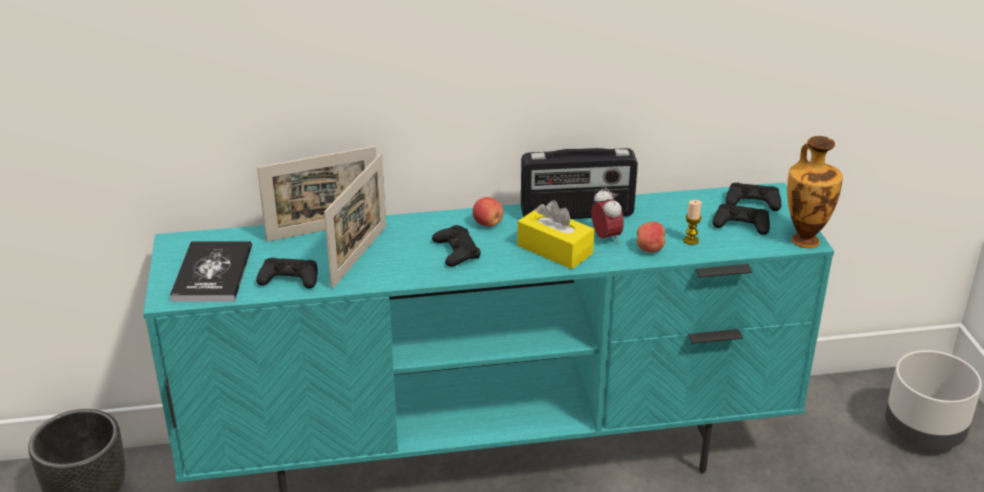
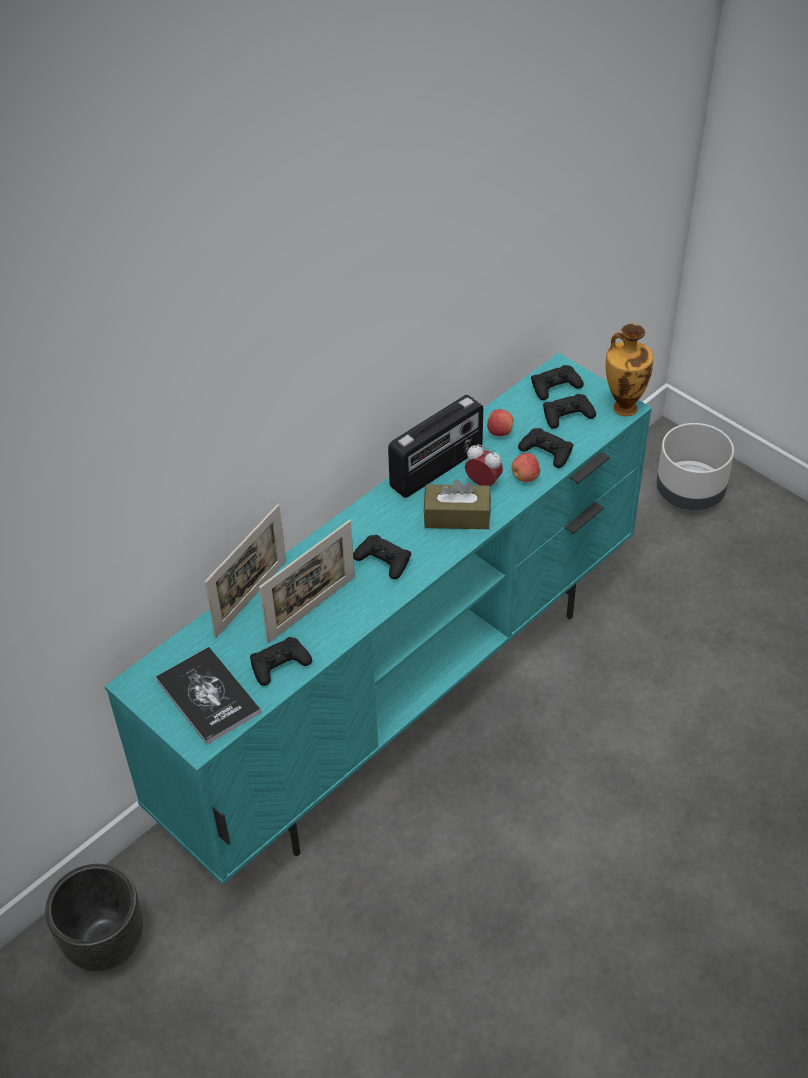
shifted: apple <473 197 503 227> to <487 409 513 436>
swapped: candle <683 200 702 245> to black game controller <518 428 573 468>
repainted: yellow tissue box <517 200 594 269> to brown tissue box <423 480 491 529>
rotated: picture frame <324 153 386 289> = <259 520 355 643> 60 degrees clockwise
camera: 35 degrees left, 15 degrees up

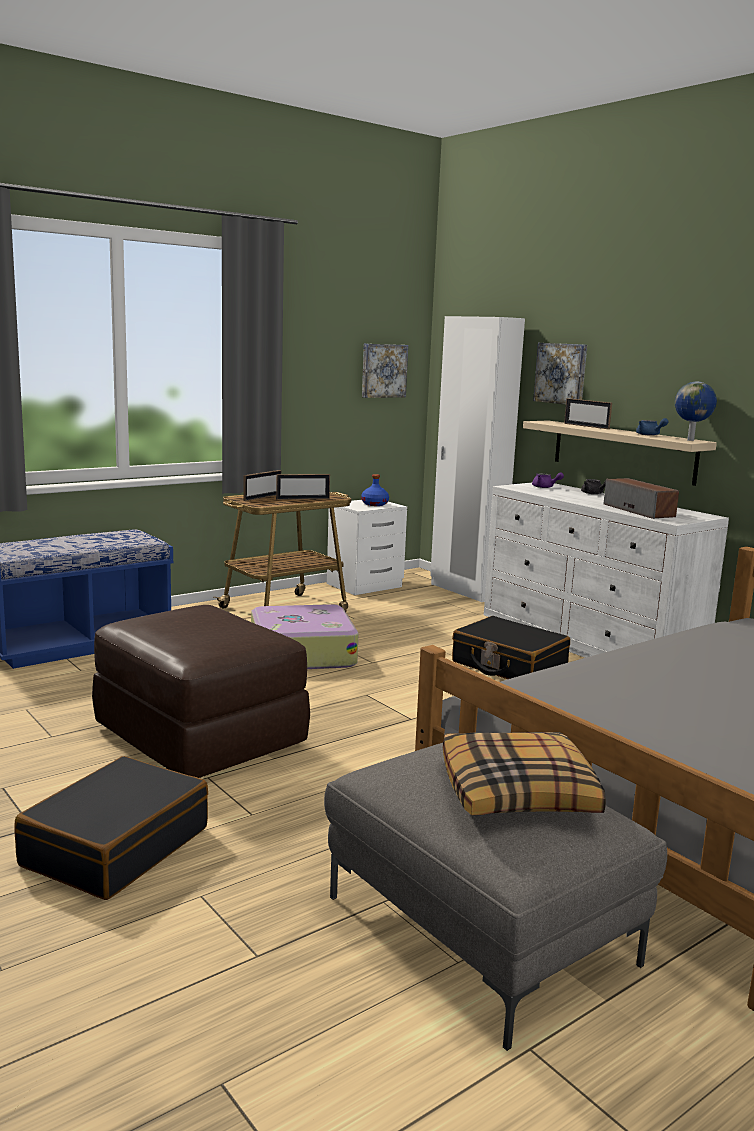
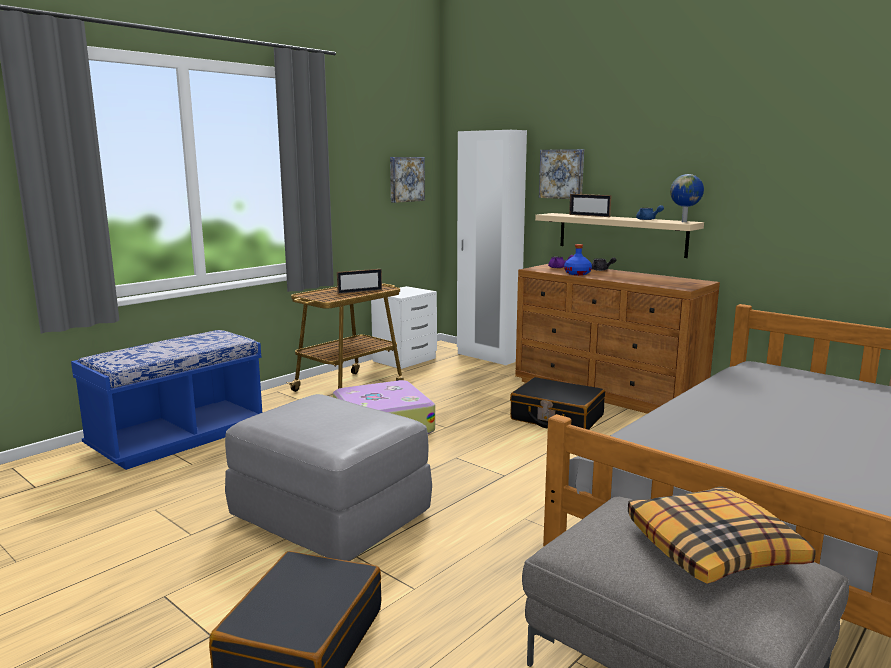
gone: picture frame <243 470 281 501>; speaker <604 478 679 519>
shifted: blue bottle <361 474 389 506> to <564 244 592 275>
repainted: white dresser <484 483 729 658> to brown dresser <515 264 720 414>; brown ottoman <92 605 310 778> to grey ottoman <225 394 432 561>
camera: 10 degrees left, 0 degrees up

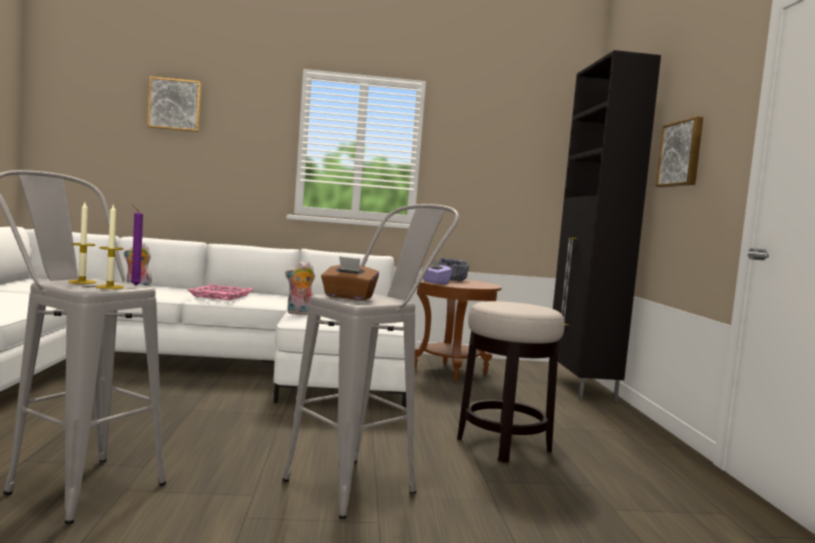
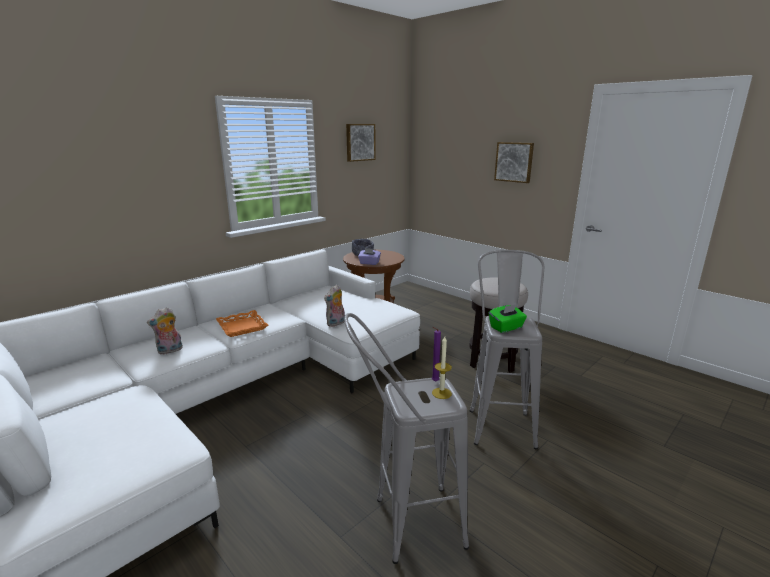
gone: black cabinet <553 50 661 402>; candle <68 202 96 284>
shifted: picture <147 76 202 132> to <346 124 376 162>
repainted: brown tissue box <321 256 379 300> to green tissue box <489 304 527 333>; pink tray <188 284 253 300> to orange tray <216 310 268 337>
camera: 40 degrees left, 15 degrees up

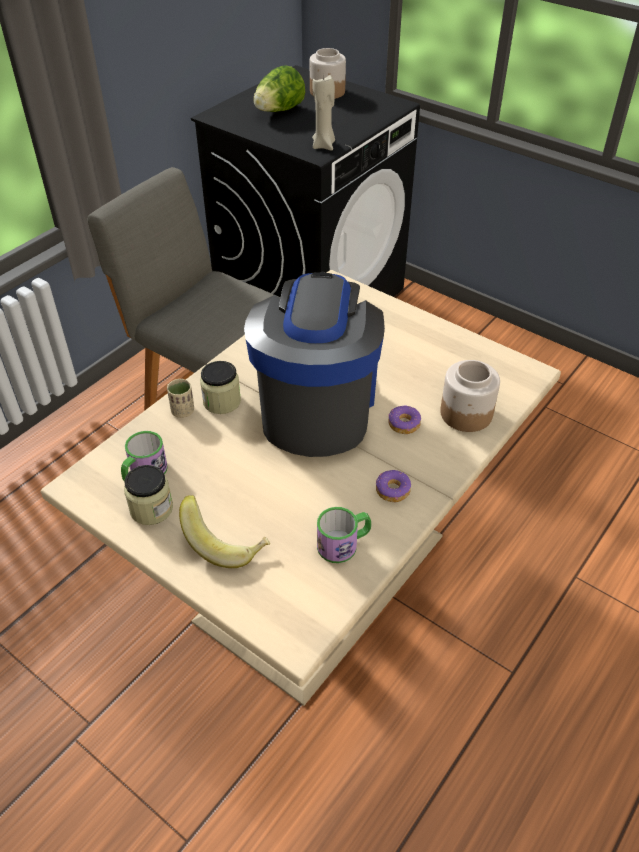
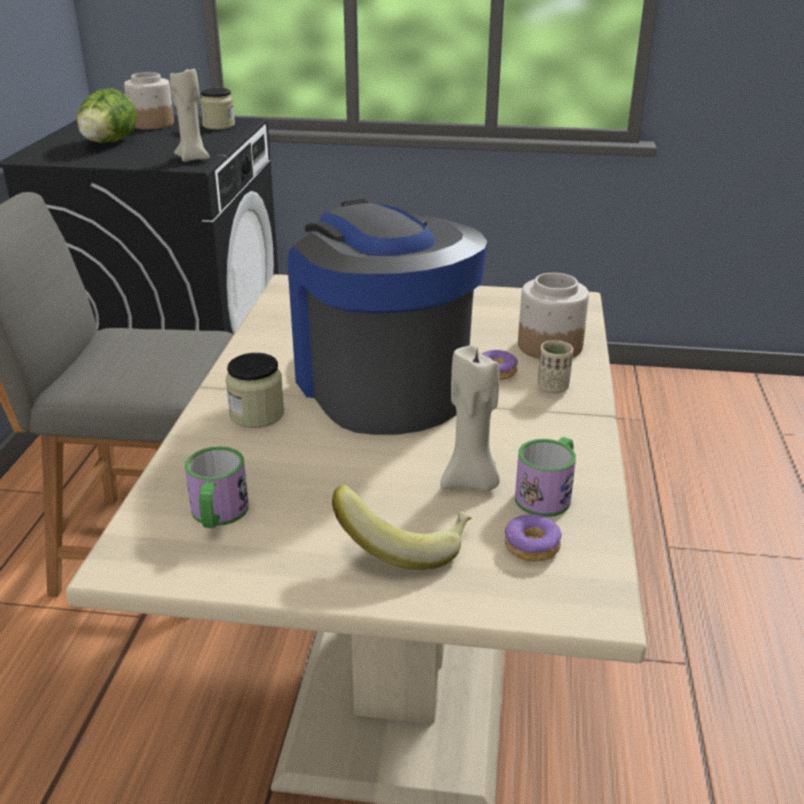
new: beige candle <440 345 500 491>
shifted: beige cup <167 379 194 418> to <537 340 573 394>; jar <124 465 173 525> to <200 88 235 130>; donut <376 470 411 502> to <505 514 562 562>
camera: 30 degrees left, 15 degrees down

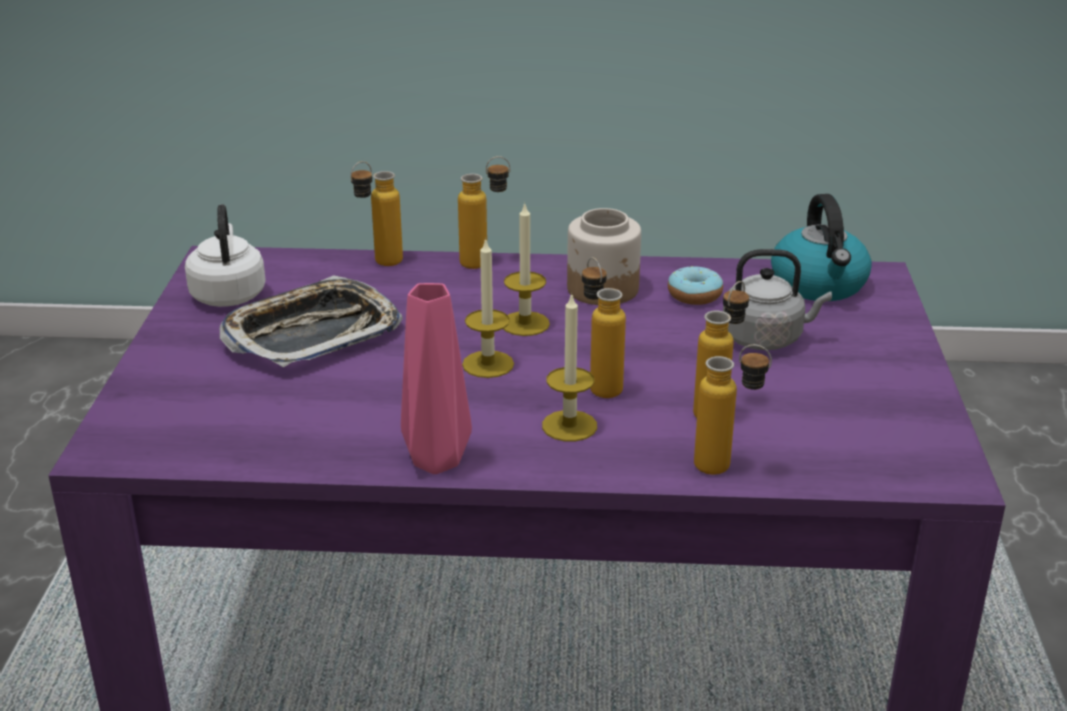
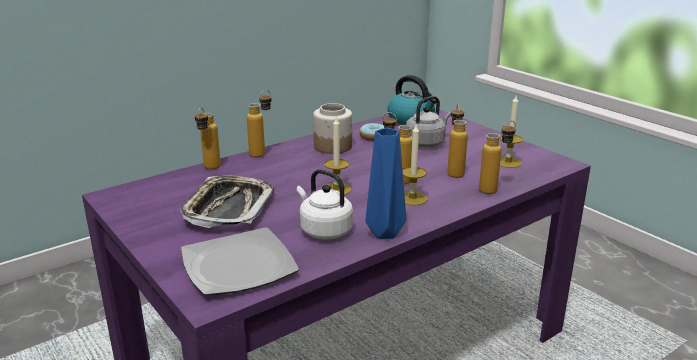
new: plate <181 227 299 296>
shifted: white kettle <185 204 266 307> to <297 169 353 239>; candle <504 204 550 336> to <500 96 523 168>
repainted: pink vase <401 283 472 474> to blue vase <366 128 406 239>
camera: 40 degrees left, 5 degrees down

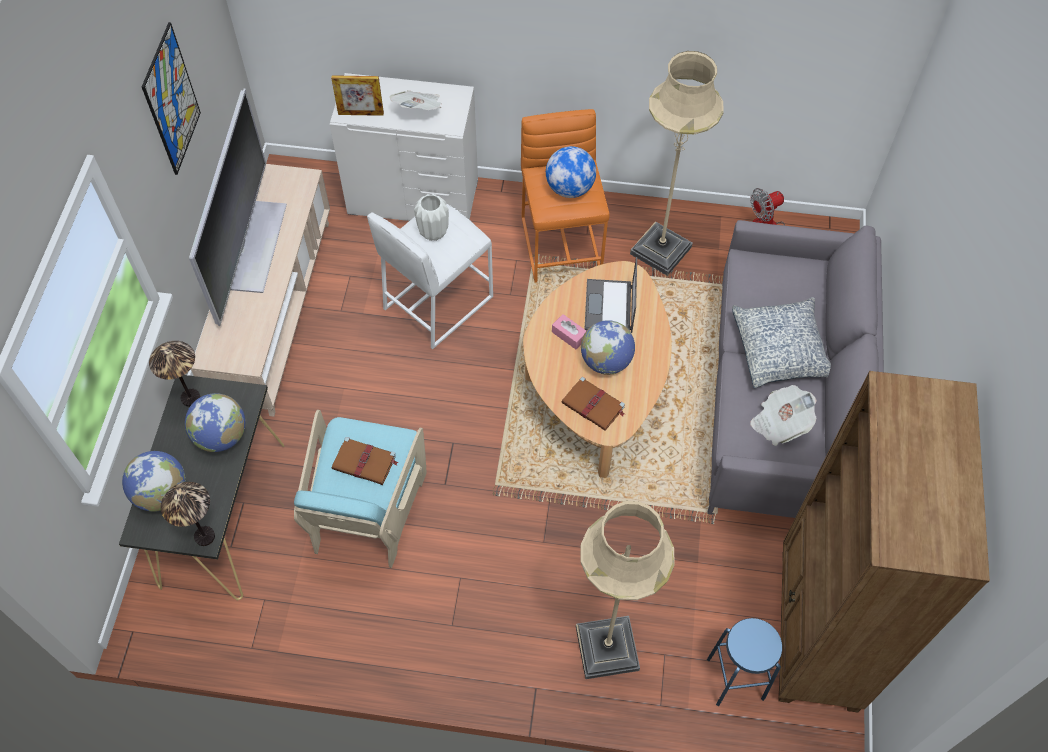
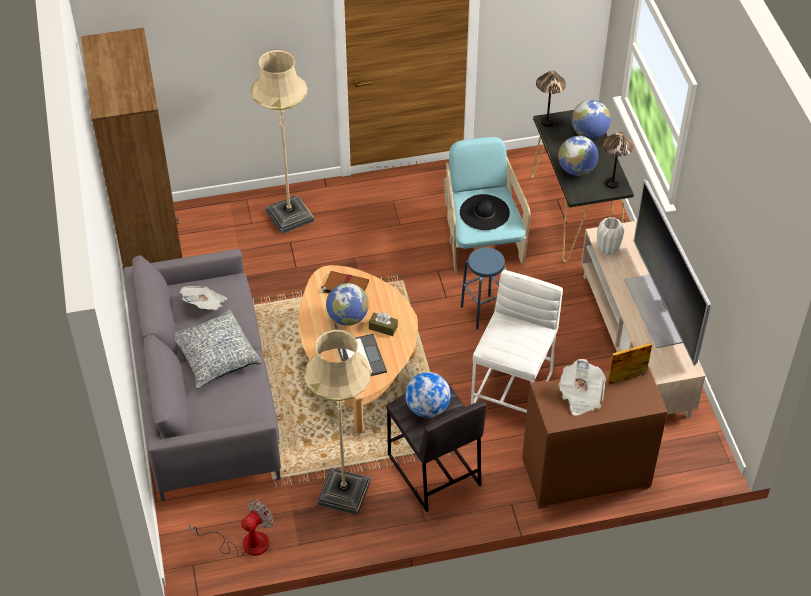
gone: picture <142 22 201 175>
shifted: white vase <414 194 449 241> to <597 217 624 255>; blue stool <707 618 782 706> to <461 247 506 329>
swapped: brown book <332 437 399 485> to black hat <460 194 510 230>
repainted: white dresser <330 73 478 221> to brown dresser <522 366 667 509>; orange stool <521 109 610 283> to grey stool <386 379 487 512>; pink tissue box <552 314 586 349> to brown tissue box <369 313 398 336>
camera: 160 degrees right, 10 degrees down

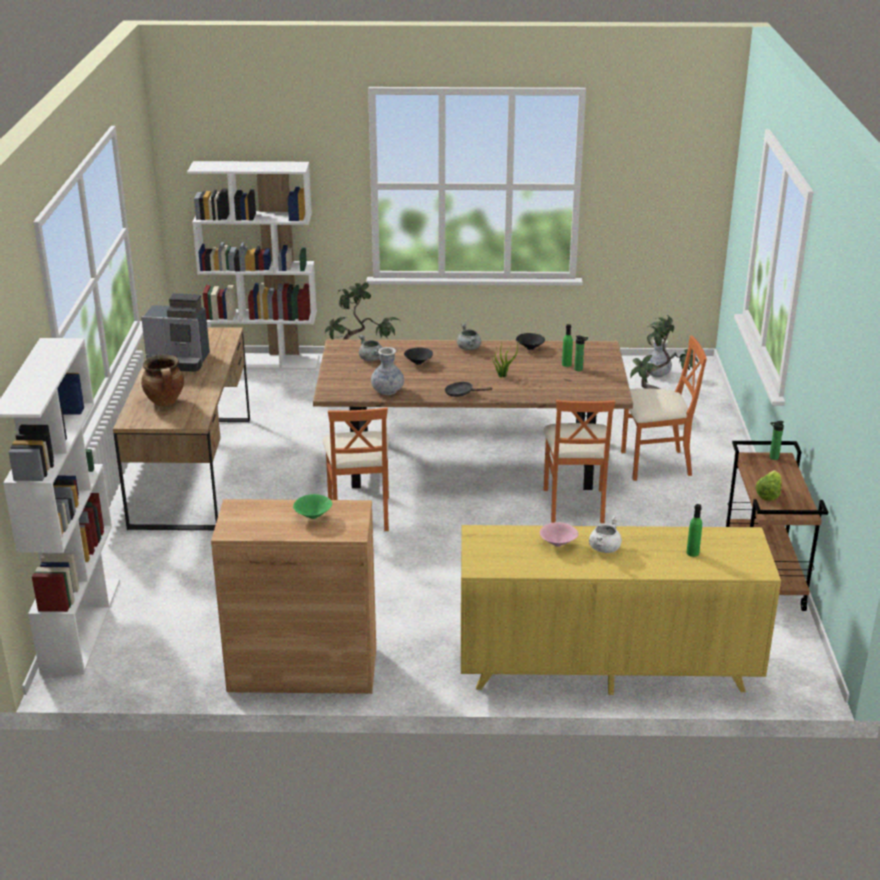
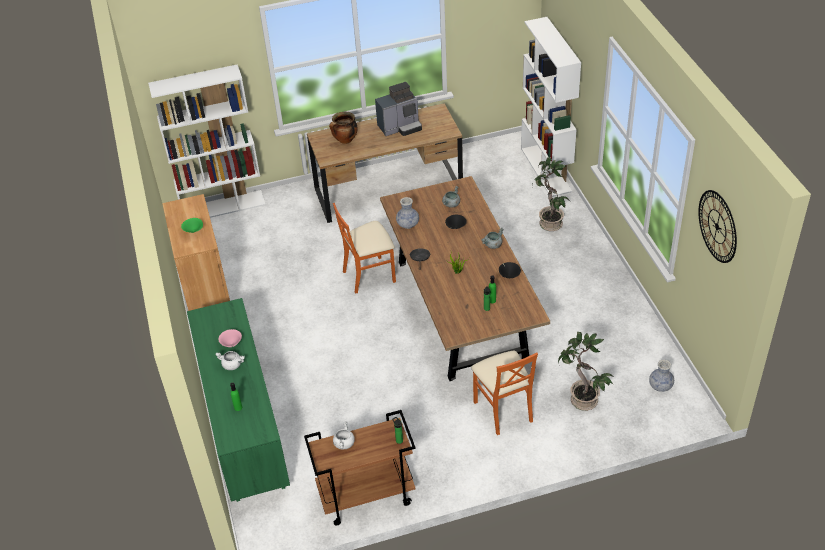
gone: orange chair <544 400 615 523>
new: wall clock <699 190 737 263>
swapped: lettuce <756 470 782 501> to white cooking pot <333 421 355 449>
repainted: yellow dresser <461 525 781 695> to green dresser <187 298 290 502>
rotated: coffee machine <141 293 210 372> = <375 82 422 136> 105 degrees counterclockwise
camera: 75 degrees right, 15 degrees up

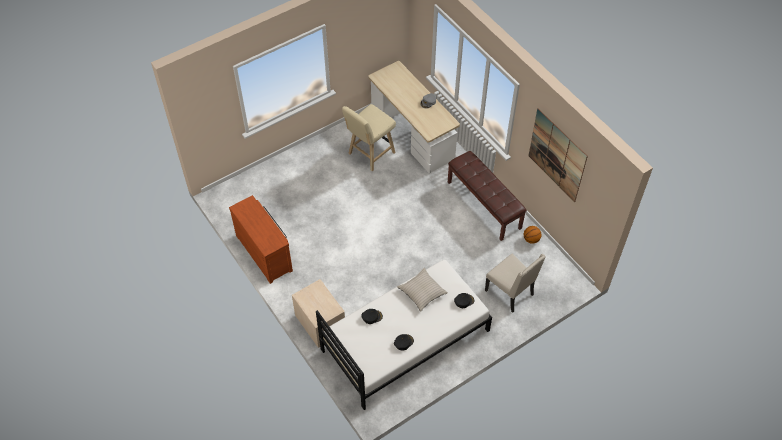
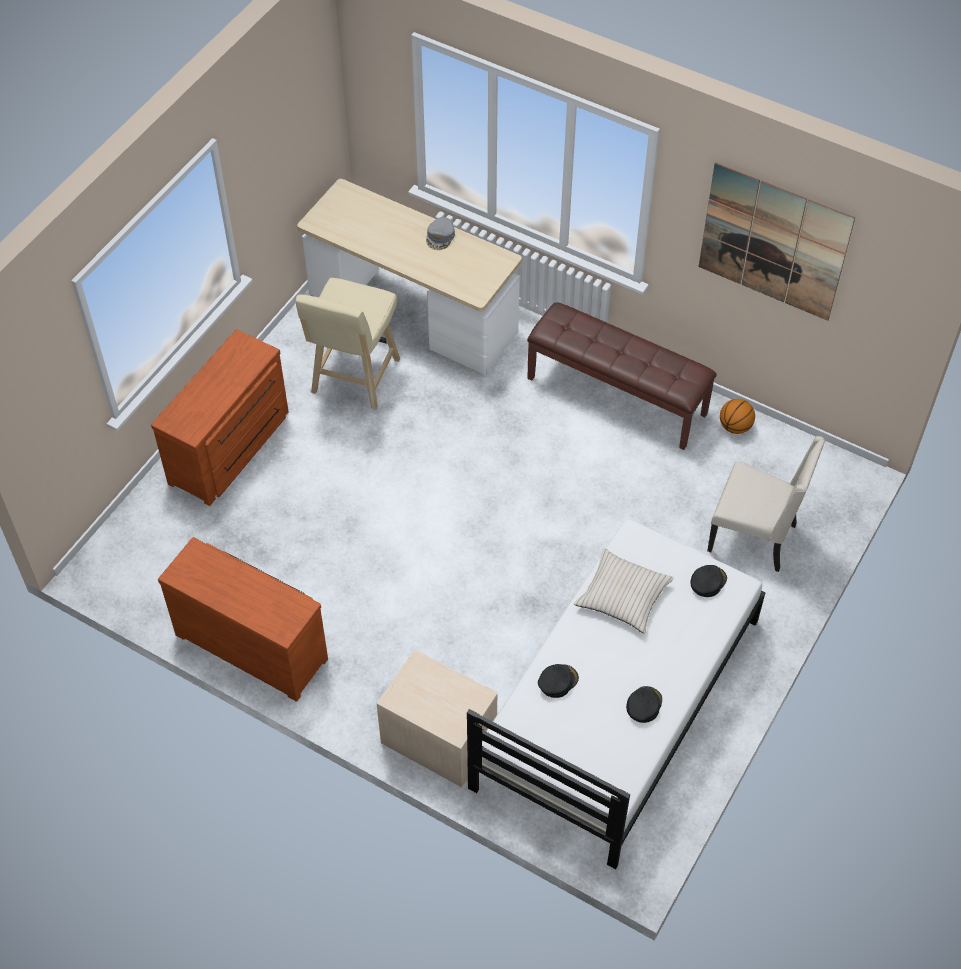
new: brown dresser <151 329 289 506>
camera: 25 degrees left, 0 degrees up

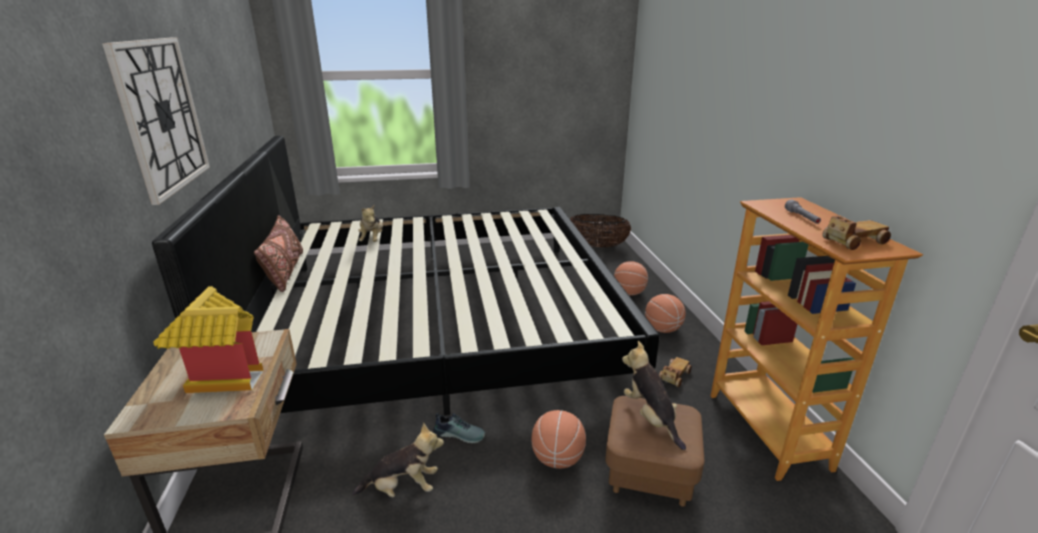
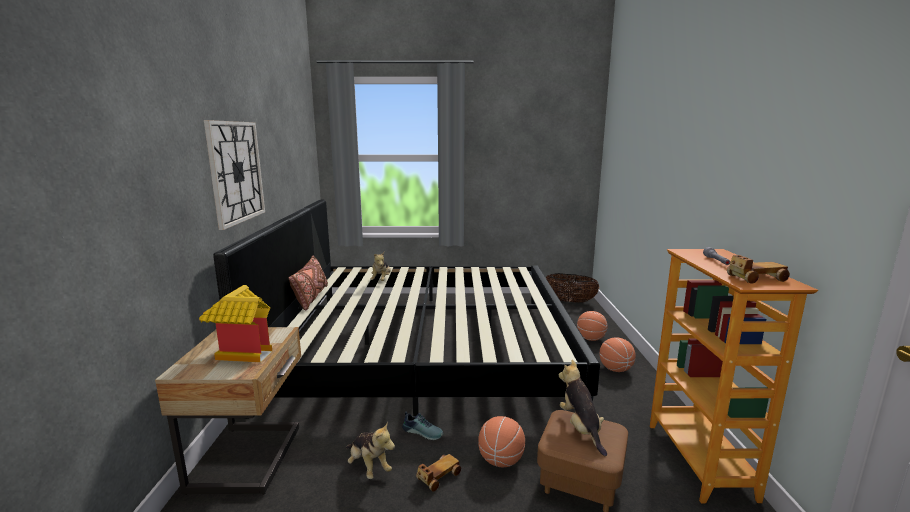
shifted: toy car <659 357 692 387> to <416 454 461 491>
rotated: plush toy <352 422 444 497> = <346 421 395 479> 45 degrees clockwise
camera: 10 degrees right, 10 degrees down

